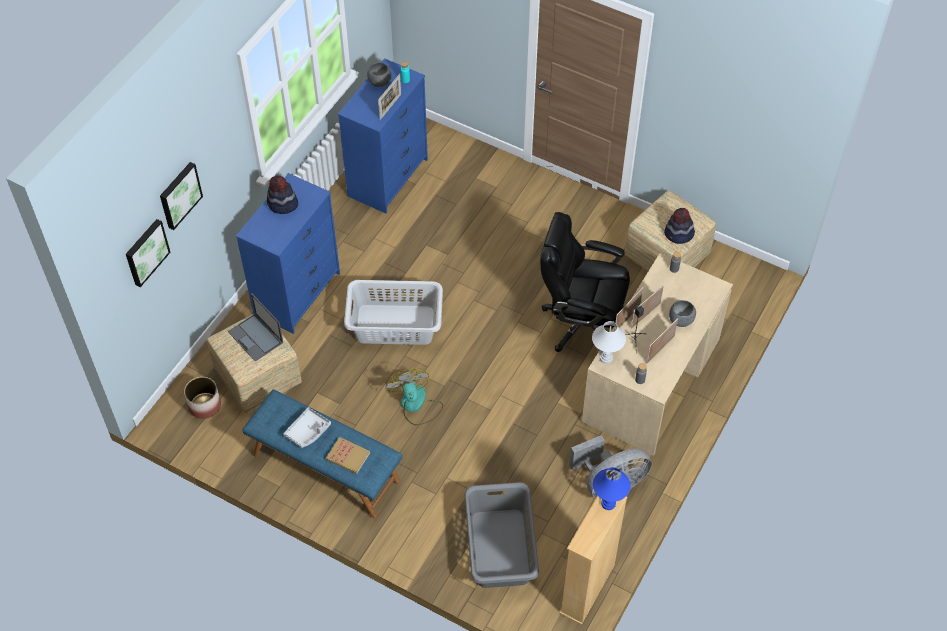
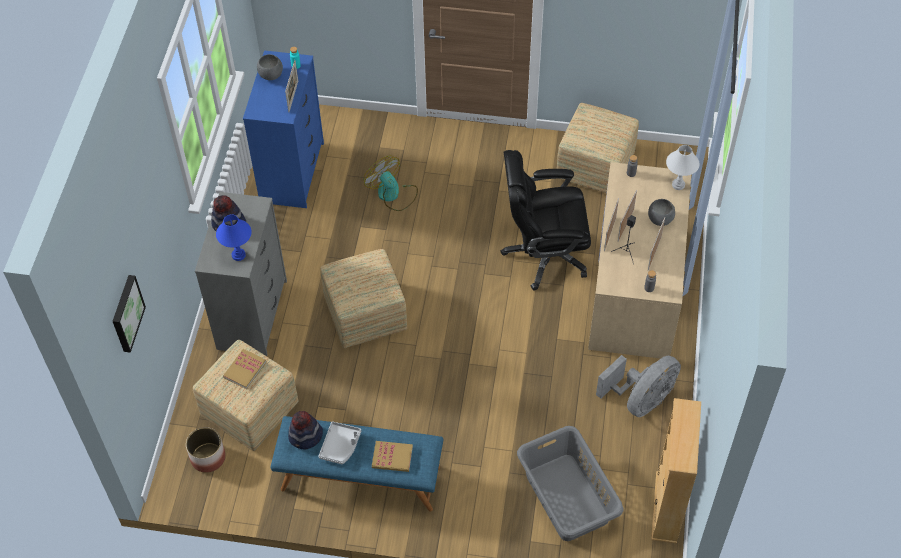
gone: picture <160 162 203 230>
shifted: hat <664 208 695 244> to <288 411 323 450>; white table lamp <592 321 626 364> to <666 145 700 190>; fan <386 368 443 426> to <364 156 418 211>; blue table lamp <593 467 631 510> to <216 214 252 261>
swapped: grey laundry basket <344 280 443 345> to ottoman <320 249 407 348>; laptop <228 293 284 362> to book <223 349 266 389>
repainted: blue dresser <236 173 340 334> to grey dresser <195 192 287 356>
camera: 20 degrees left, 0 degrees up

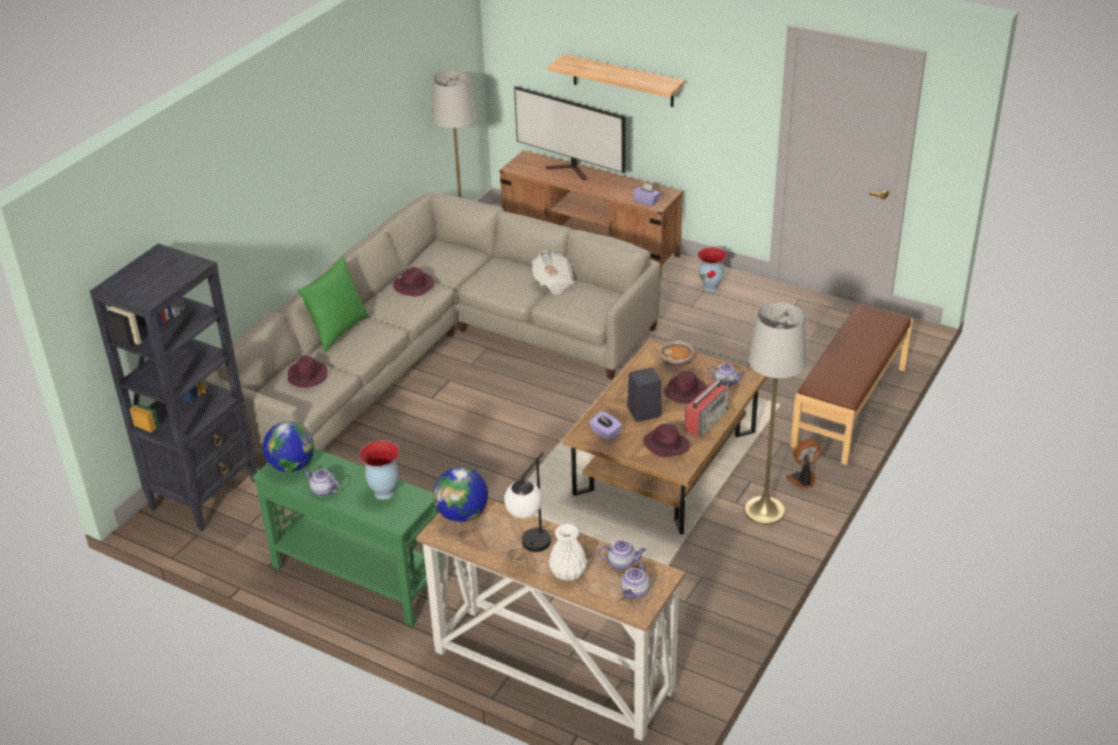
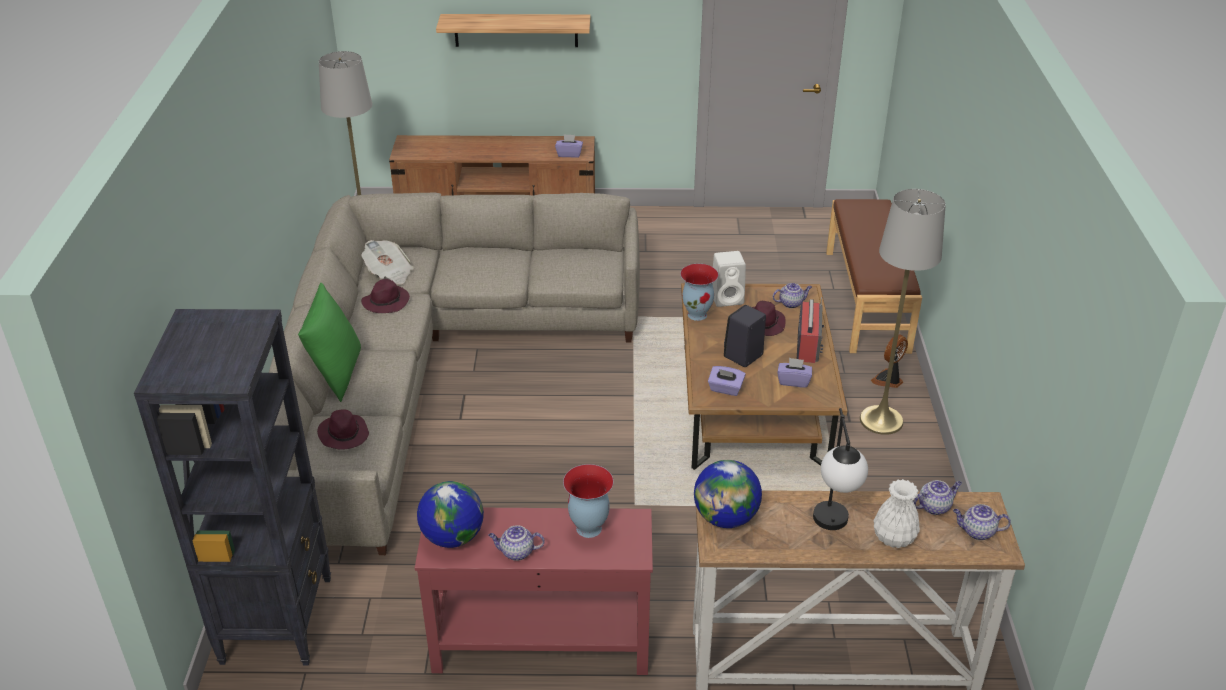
gone: television <514 86 626 180>
shifted: vase <698 247 727 292> to <680 264 718 321>; newspaper <532 251 574 295> to <361 240 414 285>
swapped: bowl <660 341 694 368> to white speaker <712 251 746 307>; purple hat <643 423 691 457> to purple tissue box <777 358 812 388>
repainted: green console table <252 448 441 627> to red console table <415 508 653 675>
rotated: teapot <620 562 650 599> = <953 504 1011 540> 105 degrees clockwise
camera: 30 degrees left, 0 degrees up

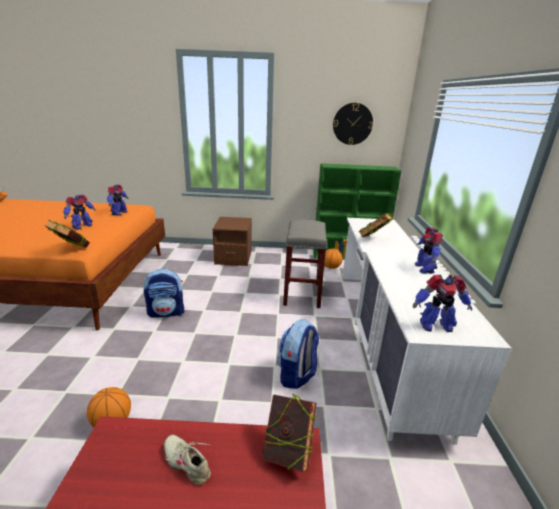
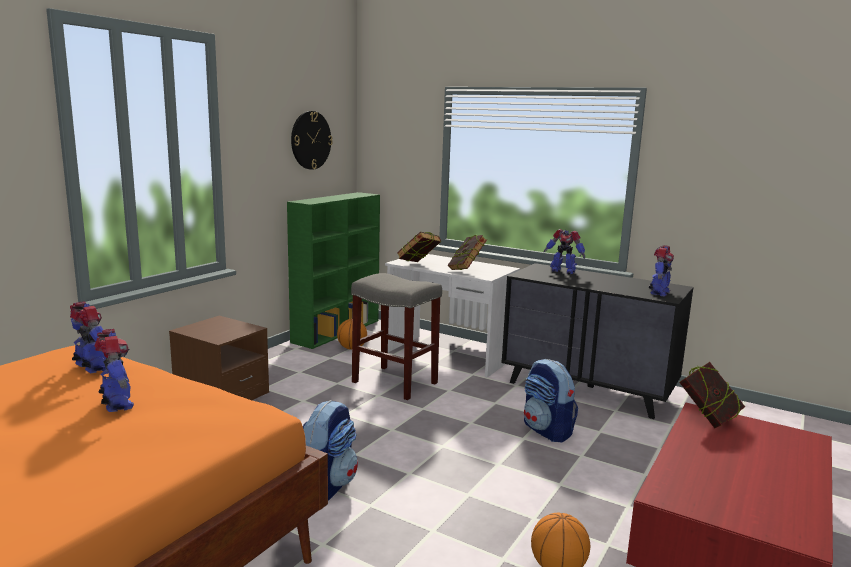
gone: beige shoe <164 435 211 485>
shifted: book <44 220 90 248> to <397 232 441 262>
repainted: white dresser <356 252 512 445> to black dresser <502 263 694 419>
camera: 60 degrees left, 10 degrees down

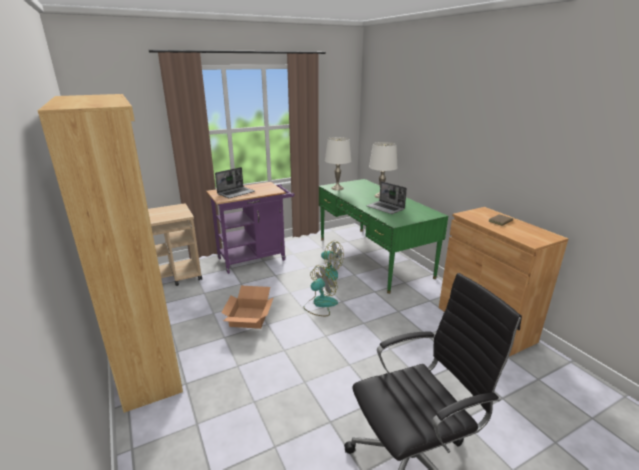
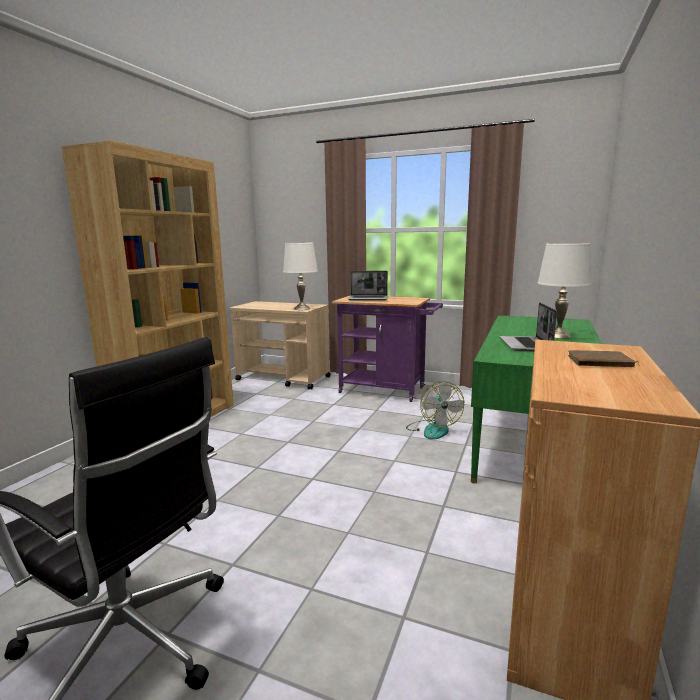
gone: fan <304 265 338 316>; cardboard box <221 286 273 329>
shifted: white table lamp <325 137 351 191> to <283 243 318 310>
camera: 50 degrees right, 10 degrees down

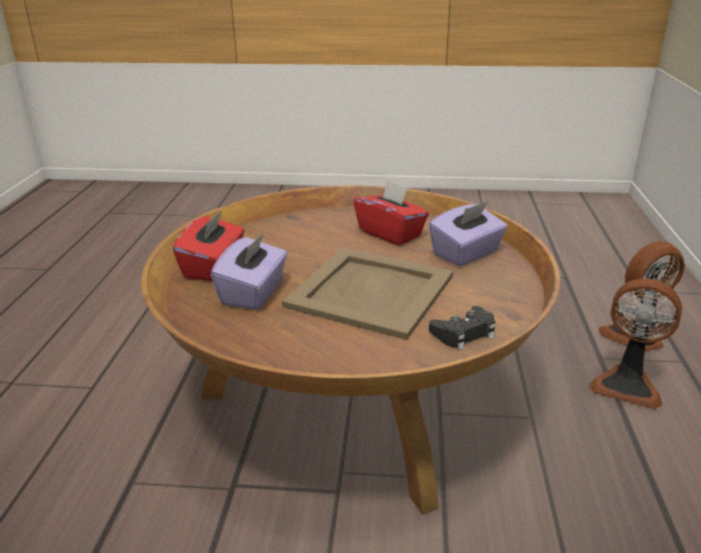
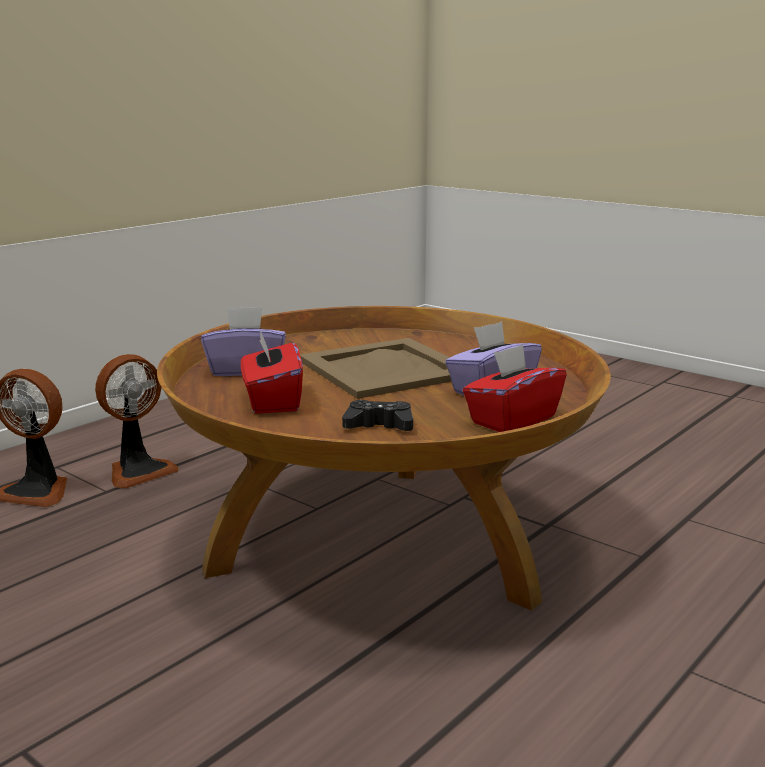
shifted: black game controller <429 306 496 350> to <342 400 413 431>
rotated: fan <589 279 682 409> = <95 354 179 488> 75 degrees clockwise
camera: 145 degrees left, 10 degrees down

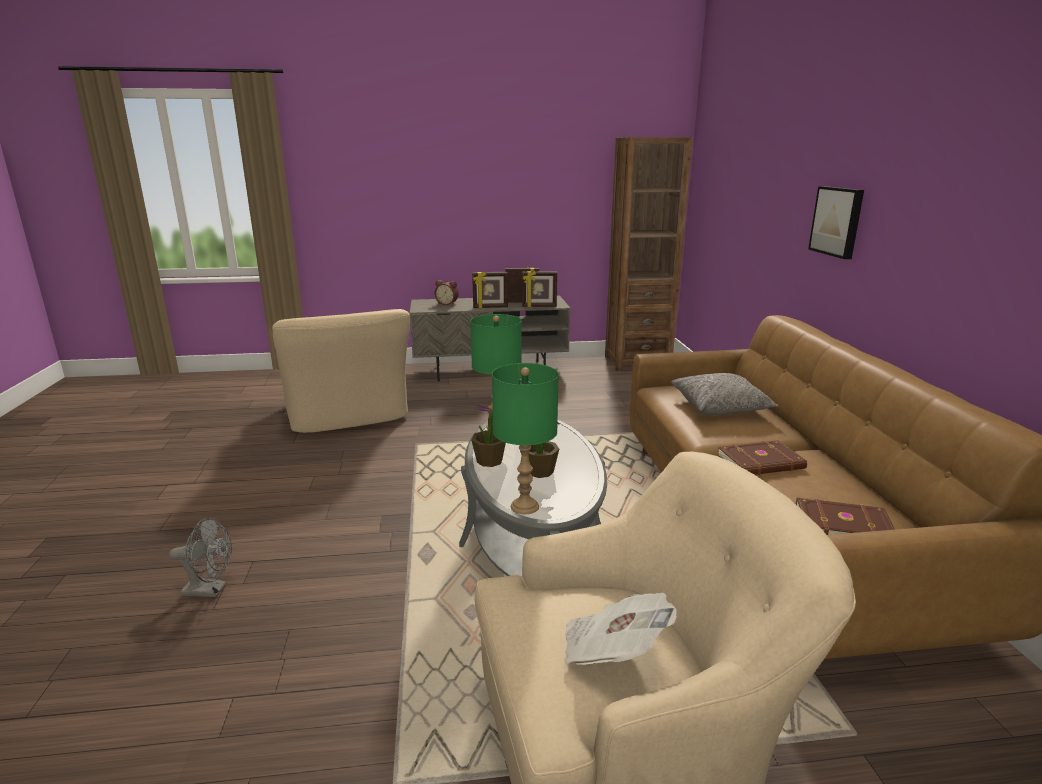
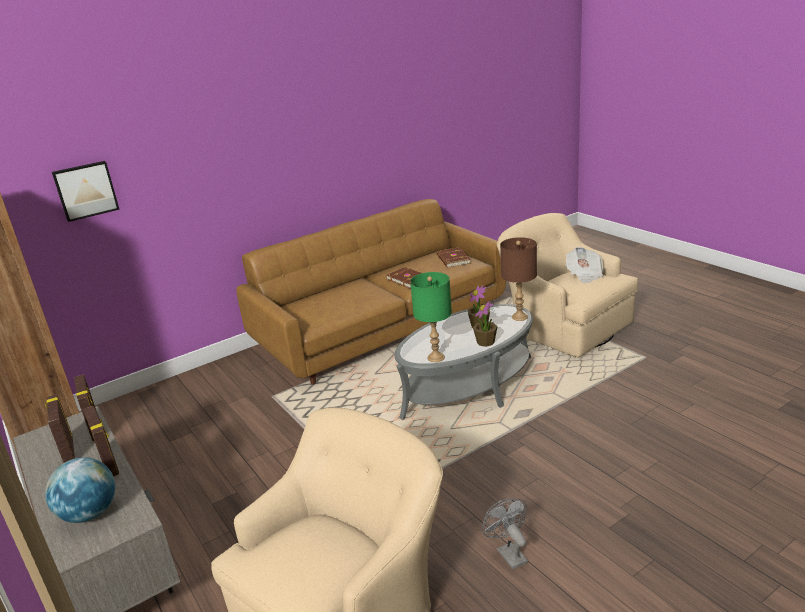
gone: grey pillow <671 373 779 415>
shifted: picture <808 186 864 259> to <52 161 120 222>; grey fan <169 518 232 597> to <482 499 528 569>
swapped: alarm clock <435 280 458 305> to globe <45 457 115 523>
repainted: green table lamp <492 363 559 514> to brown table lamp <500 237 537 321>
camera: 115 degrees left, 5 degrees up

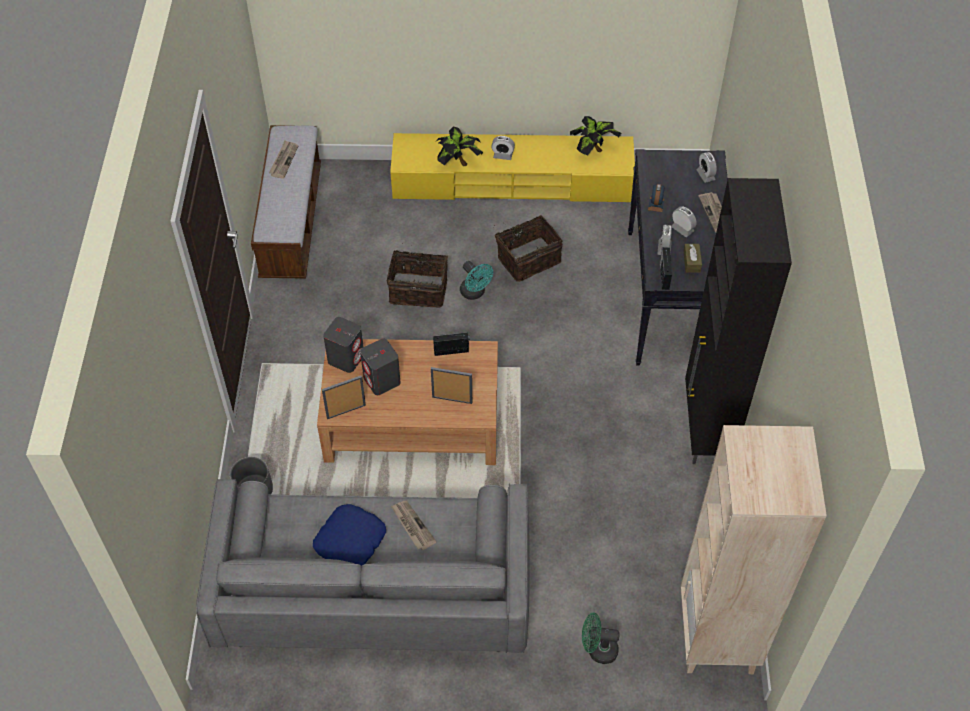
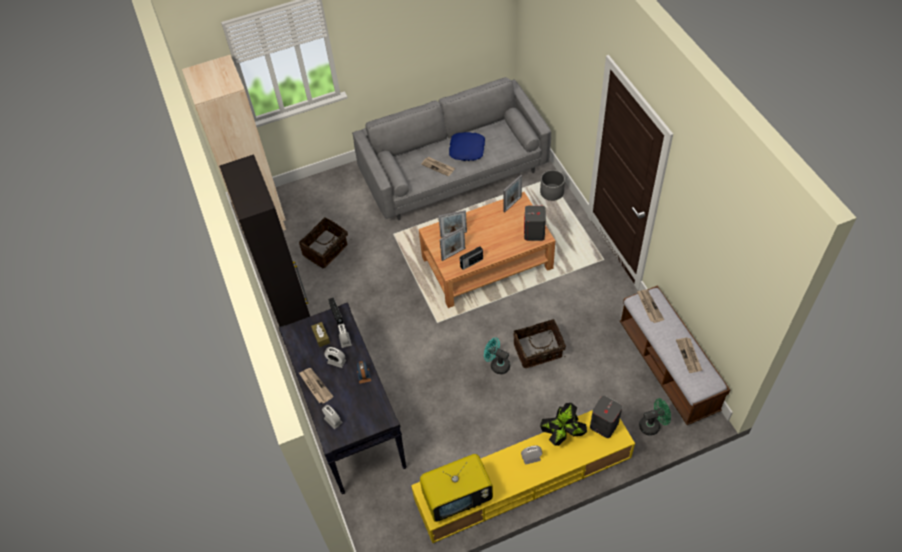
new: picture frame <440 227 465 261>; newspaper <637 290 664 323>
shifted: basket <494 215 562 282> to <299 217 352 268>; grey speaker <360 338 401 395> to <590 396 622 438>; green fan <582 613 620 664> to <639 398 671 436>
swapped: potted plant <570 116 621 156> to television <420 454 493 522>
camera: 160 degrees right, 0 degrees up

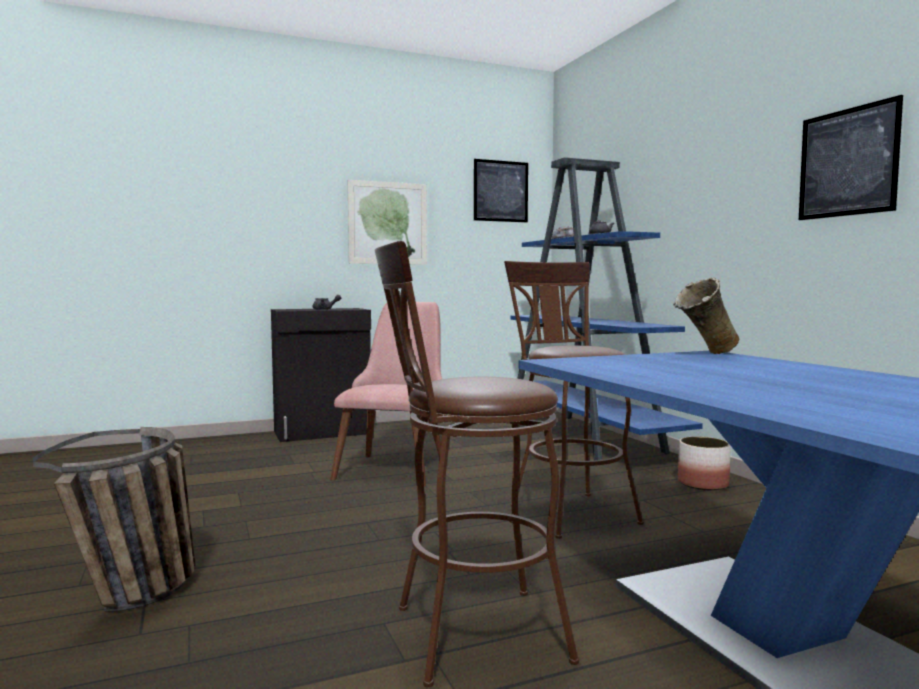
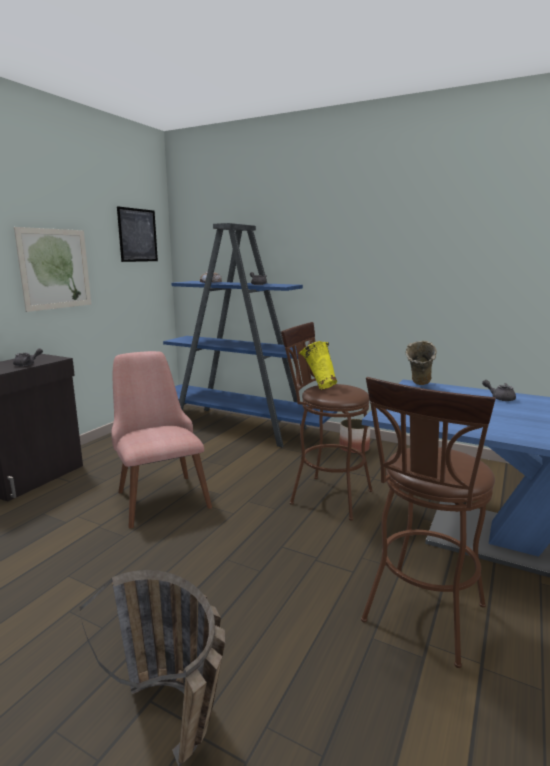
gone: picture <799 95 903 220>
new: yellow vase <299 341 337 389>; grey teapot <482 380 516 401>
camera: 40 degrees left, 10 degrees up

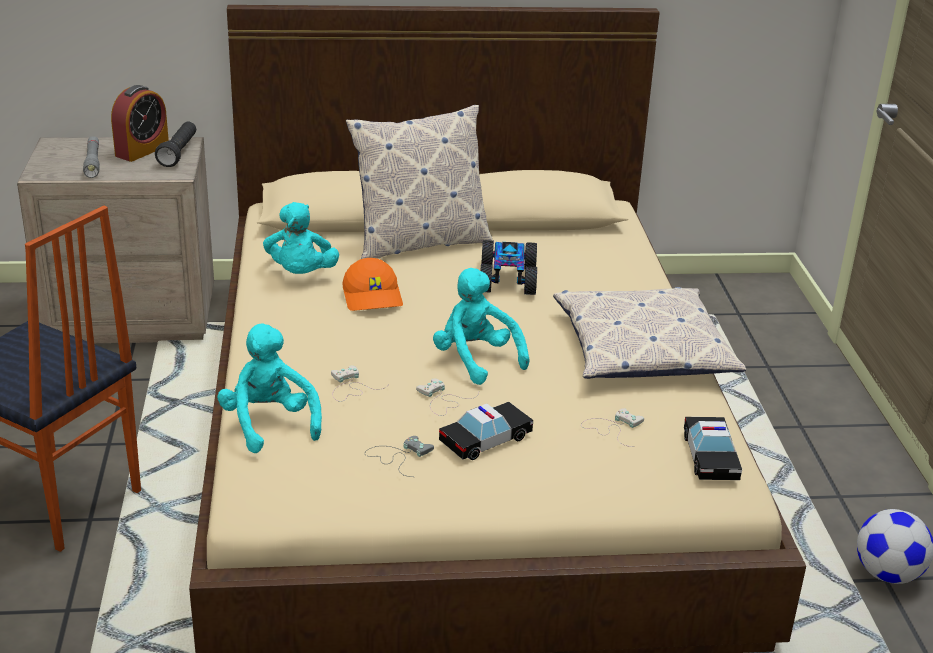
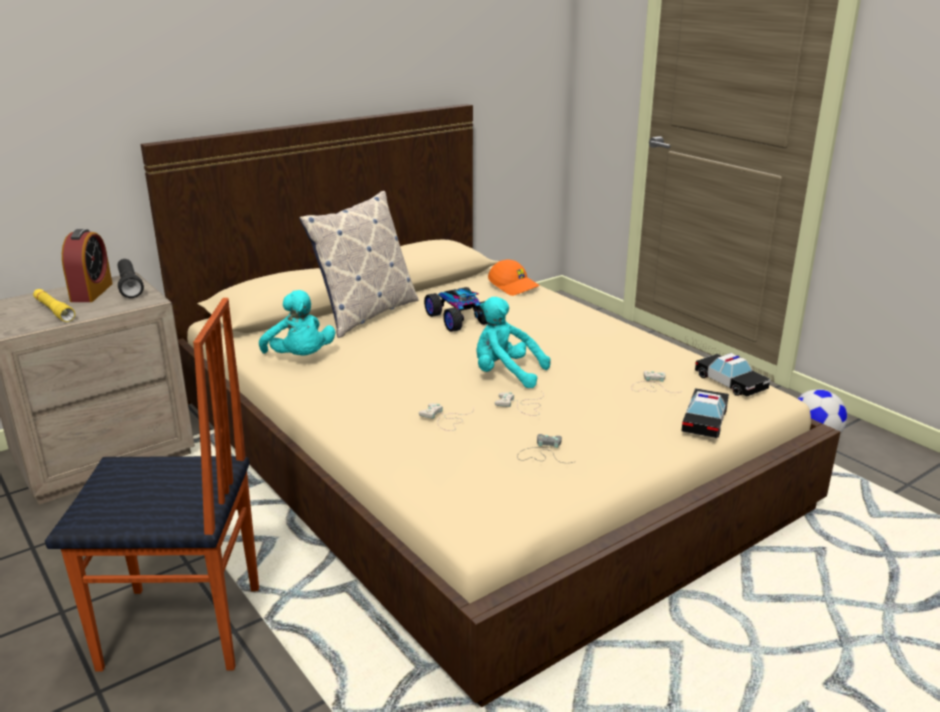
gone: pillow <553 287 746 379>; turquoise plush toy <217 323 322 453>
shifted: orange cap <343 258 403 311> to <488 259 540 296>; toy car <439 402 533 460> to <681 388 729 438>
repainted: grey flashlight <83 136 100 178> to yellow flashlight <33 289 75 322>
camera: 30 degrees left, 5 degrees down

